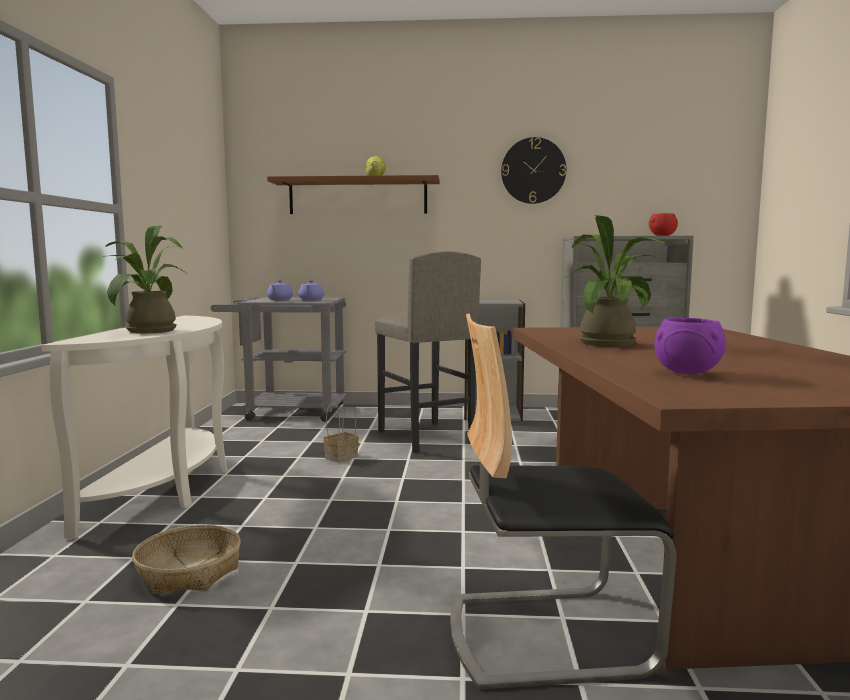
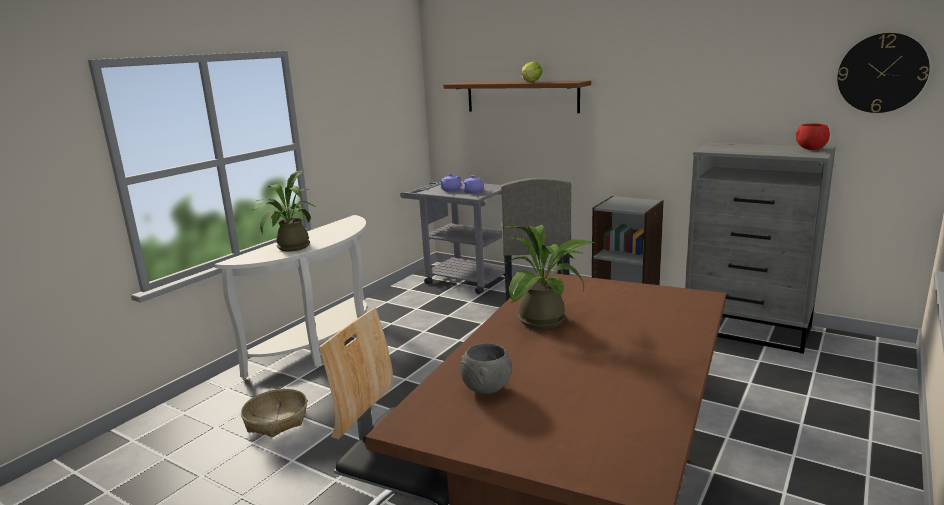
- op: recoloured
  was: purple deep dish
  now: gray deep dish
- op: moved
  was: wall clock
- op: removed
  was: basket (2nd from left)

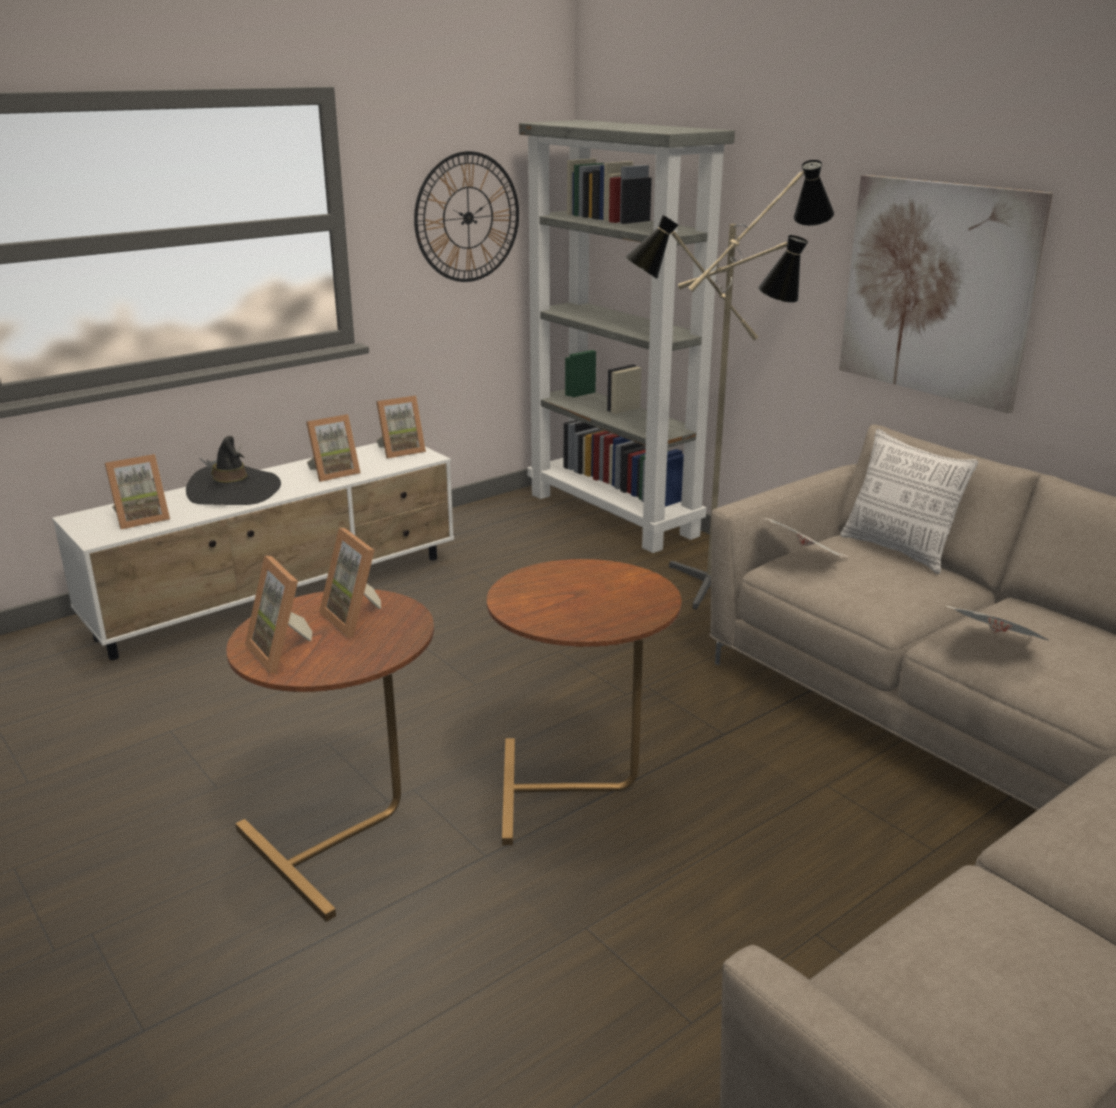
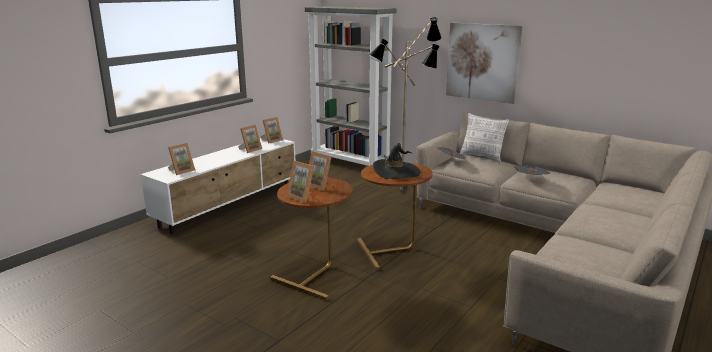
- op: moved
  was: black-coloured wearable hat
- op: removed
  was: wall clock

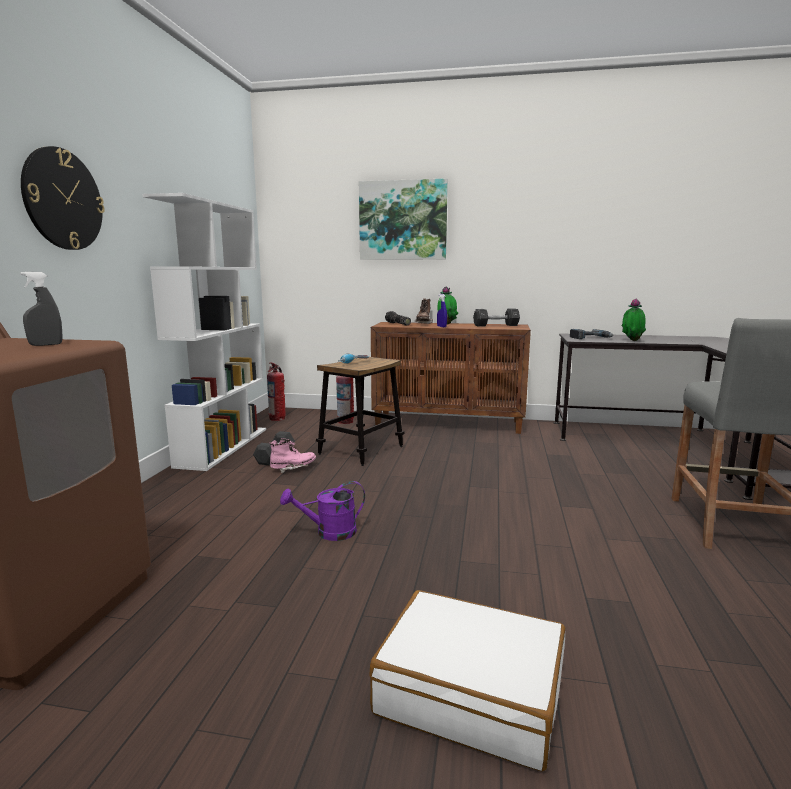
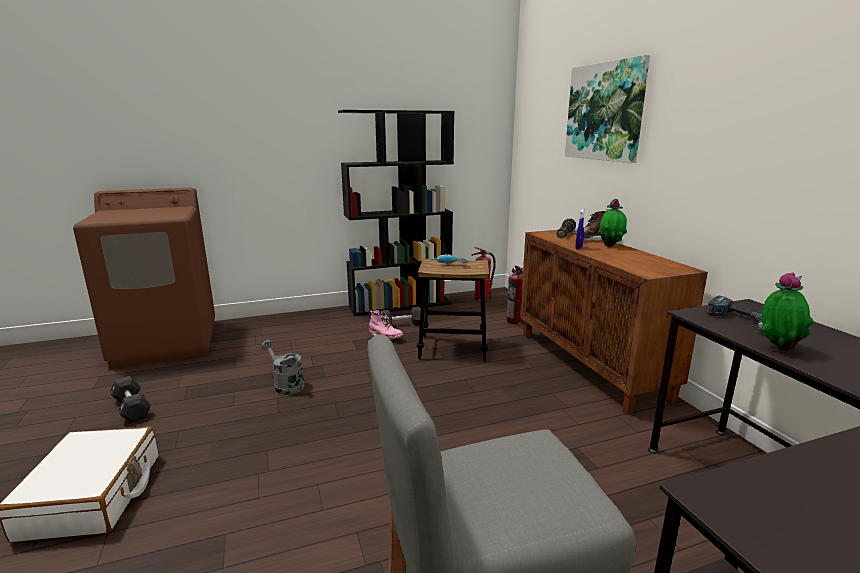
- op: moved
  was: black-coloured free weight (2nd from left in the first image)
  now: black-coloured free weight (1st from left)
- op: recoloured
  was: purple watering pot
  now: gray watering pot
- op: recoloured
  was: white shelving unit
  now: black-coloured shelving unit
- op: removed
  was: gray spray bottle
- op: removed
  was: wall clock

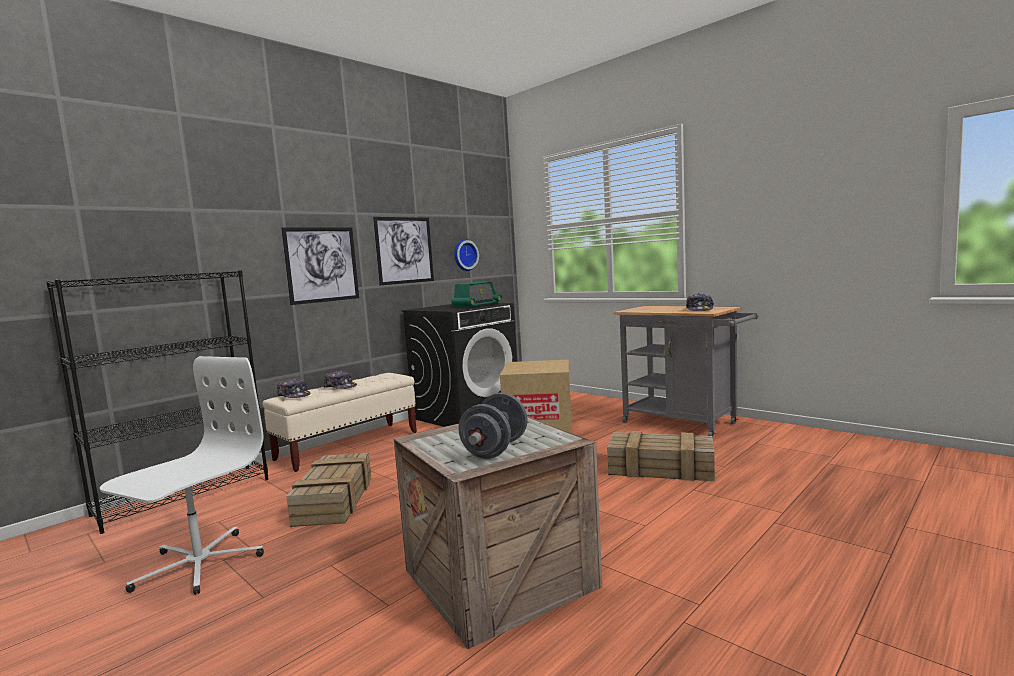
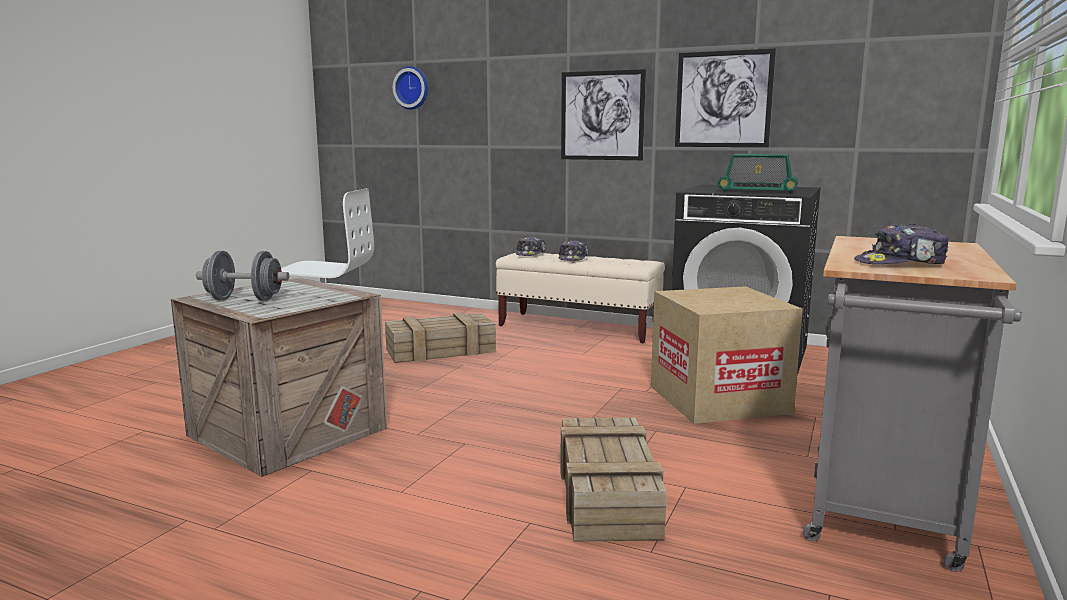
- op: moved
  was: wall clock
- op: removed
  was: black-coloured shelving unit

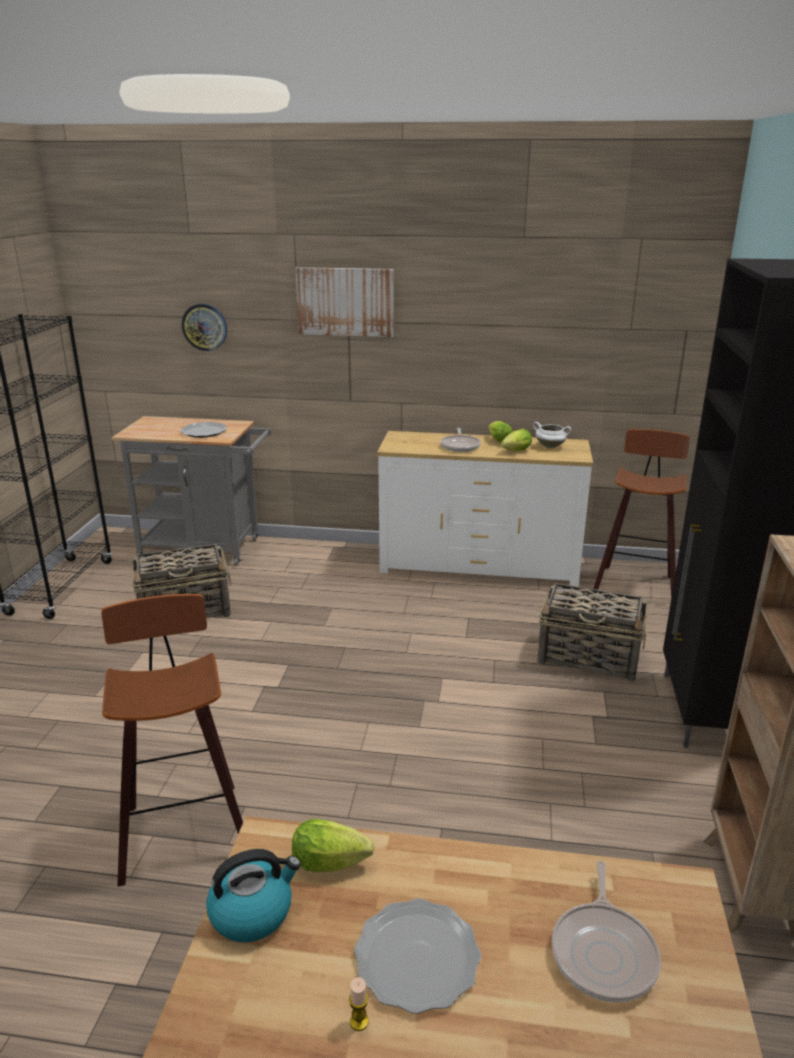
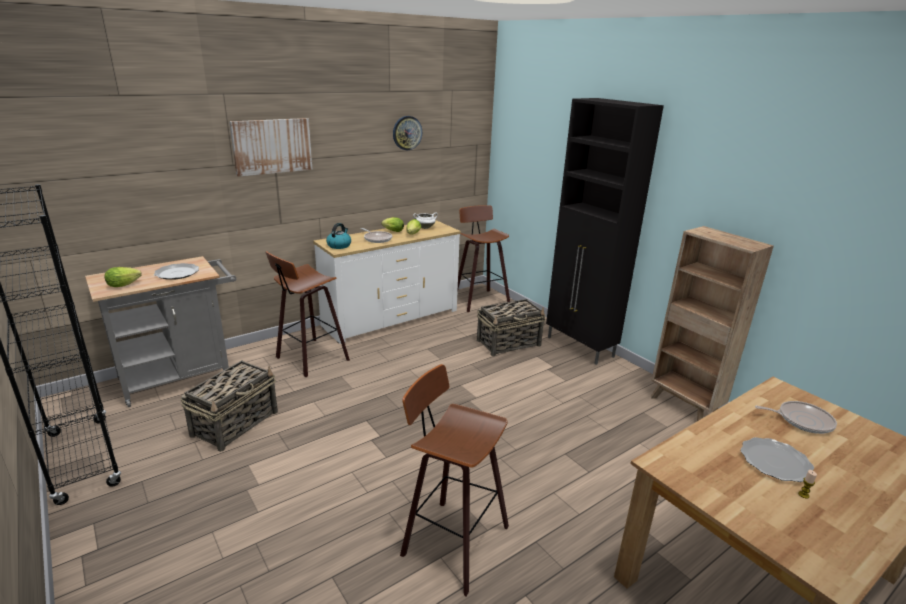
- op: moved
  was: head of lettuce (1st from left)
- op: added
  now: stool (1st from left)
- op: moved
  was: water kettle
- op: moved
  was: wall clock
- op: turned
  was: skillet (2nd from left)
  clockwise: -45

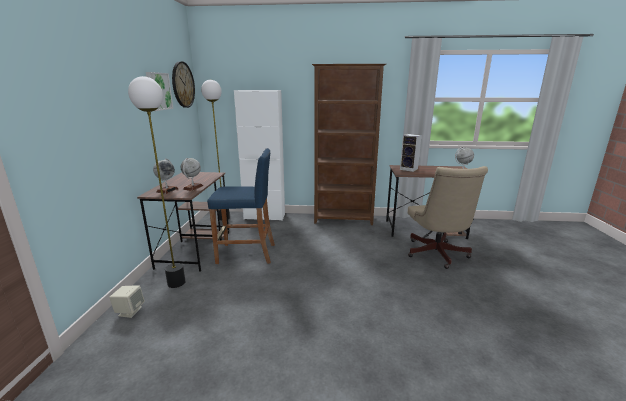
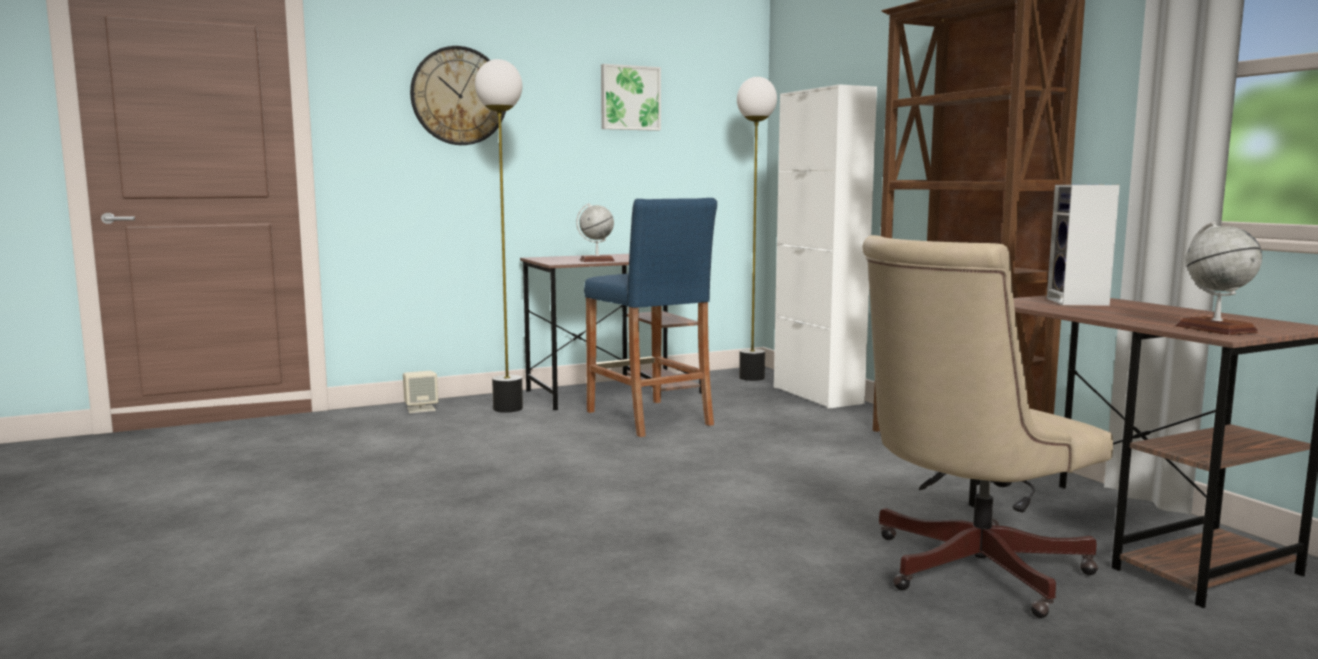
- op: moved
  was: wall clock
- op: removed
  was: globe (1st from left)

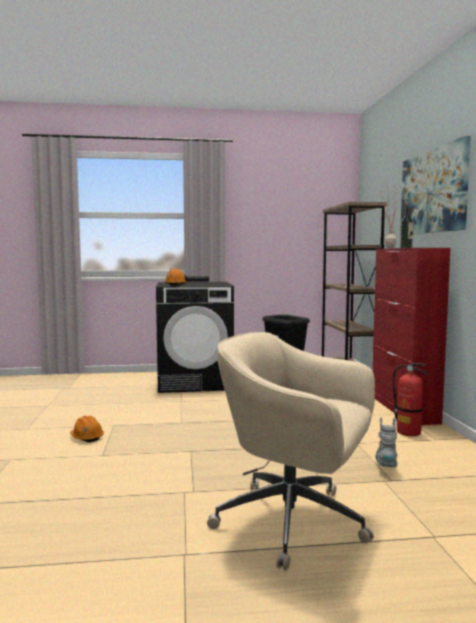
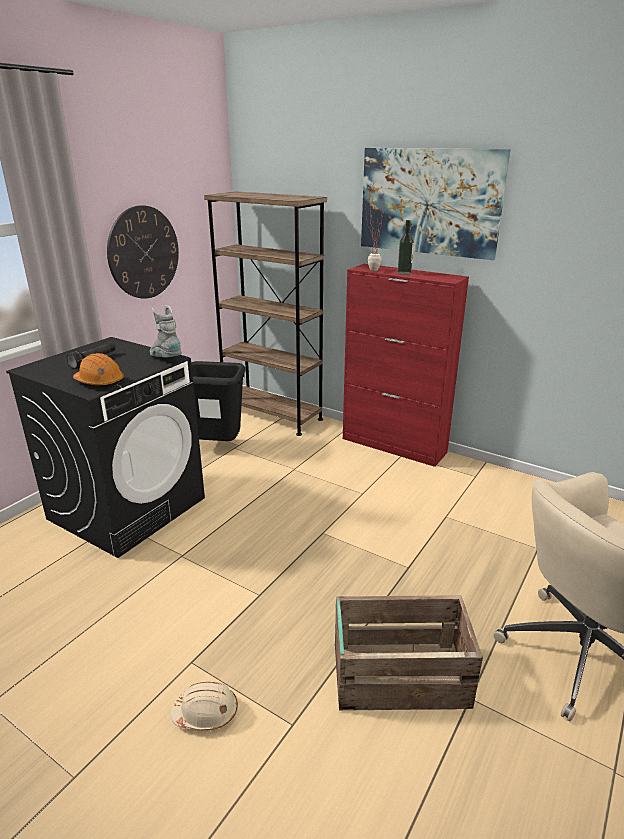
- op: added
  now: wall clock
- op: moved
  was: gray tall boot
- op: recoloured
  was: orange hard hat (1st from left)
  now: sand-coloured hard hat
- op: added
  now: packing crate
- op: removed
  was: fire extinguisher

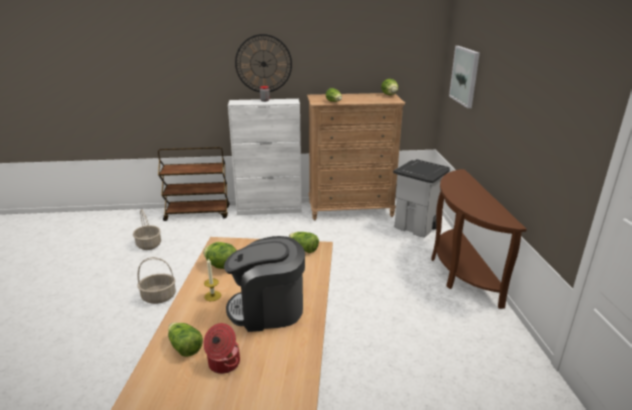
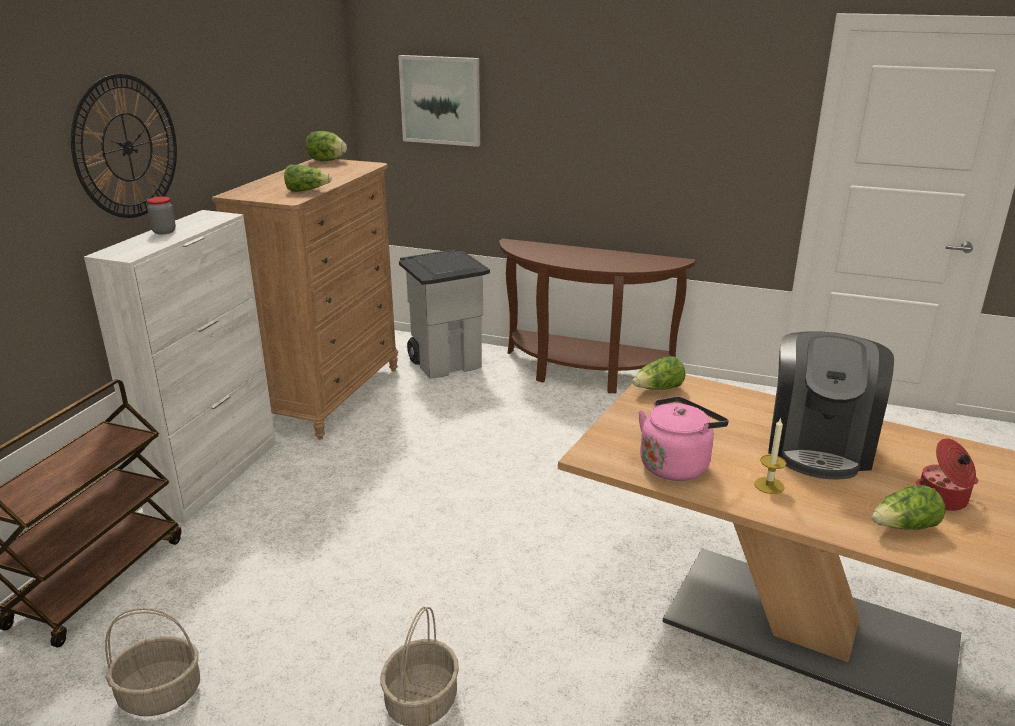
- op: replaced
  was: head of lettuce (2nd from left)
  now: pink water kettle

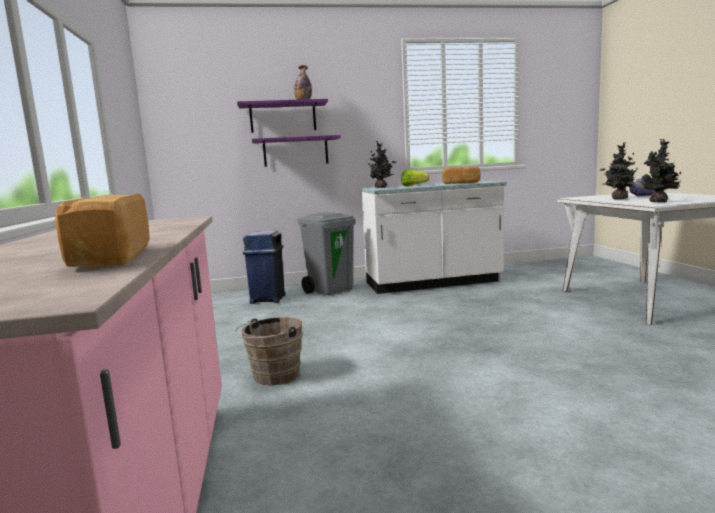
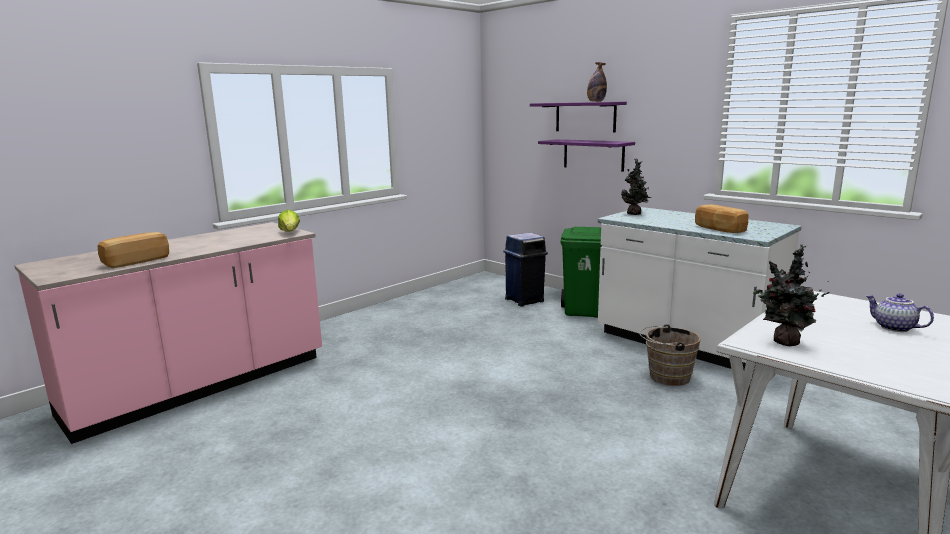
- op: moved
  was: head of lettuce
- op: recoloured
  was: gray waste bin
  now: green waste bin
- op: moved
  was: brownish pail
- op: removed
  was: houseplant (2nd from left)

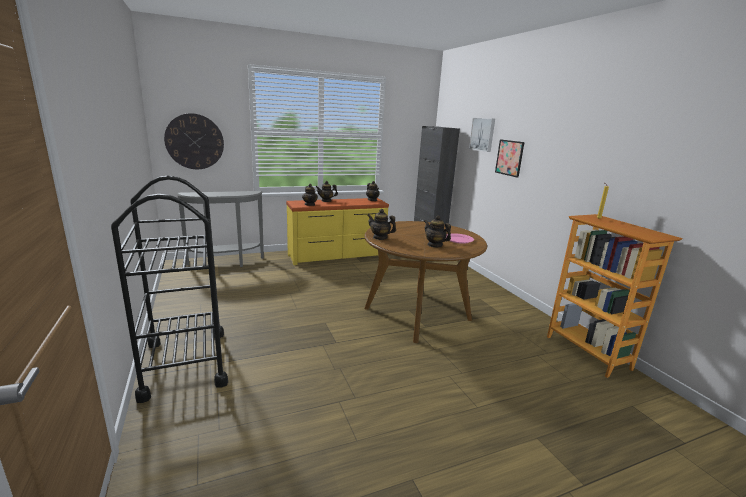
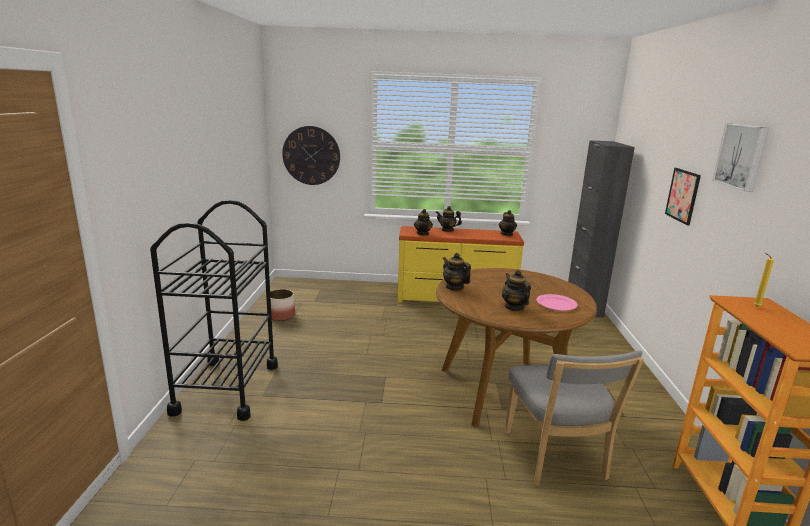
- op: added
  now: flower pot
- op: added
  now: gray chair
- op: moved
  was: wall picture (1st from left in the first image)
  now: wall picture (2nd from left)
- op: removed
  was: gray console table

